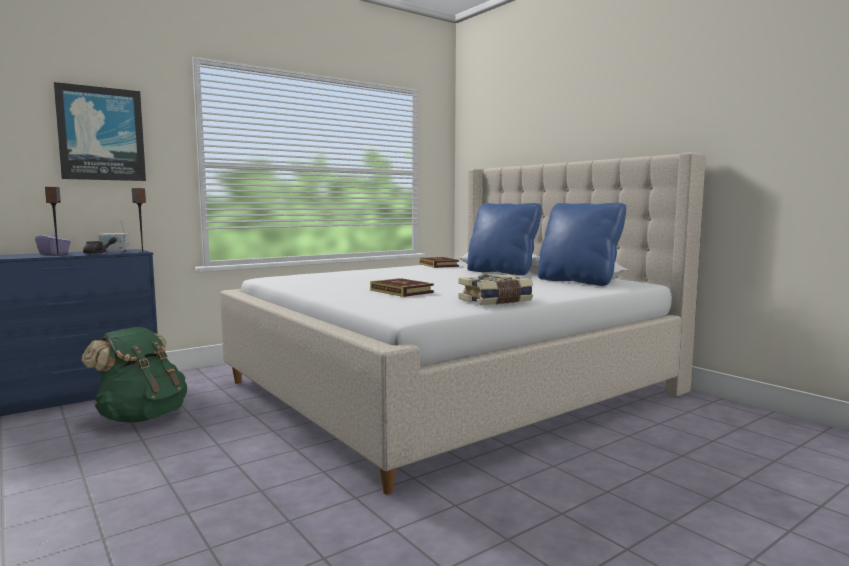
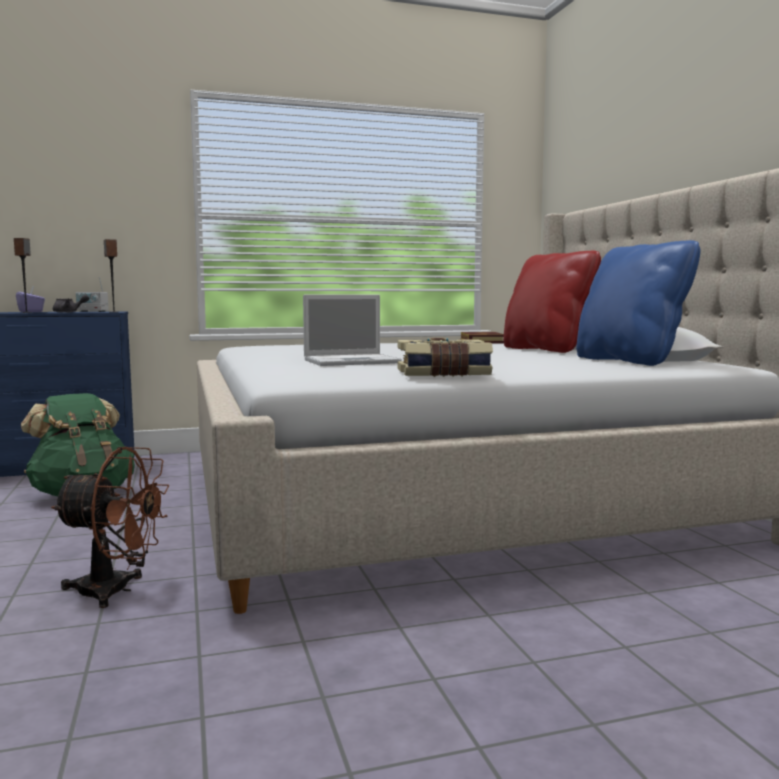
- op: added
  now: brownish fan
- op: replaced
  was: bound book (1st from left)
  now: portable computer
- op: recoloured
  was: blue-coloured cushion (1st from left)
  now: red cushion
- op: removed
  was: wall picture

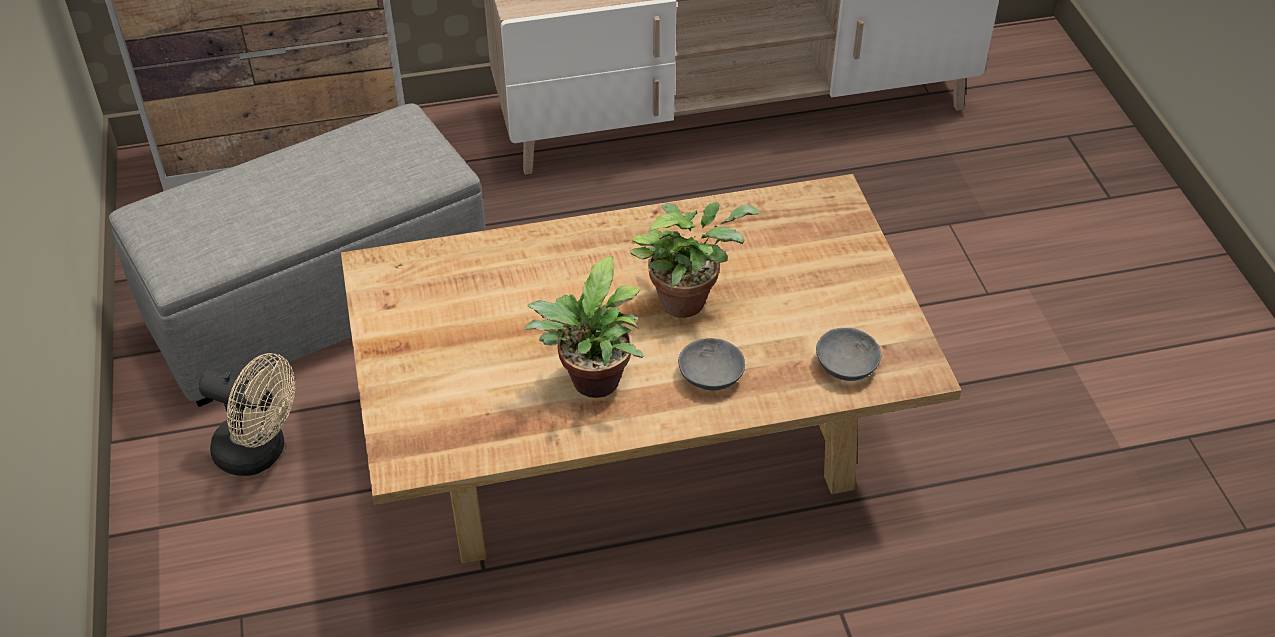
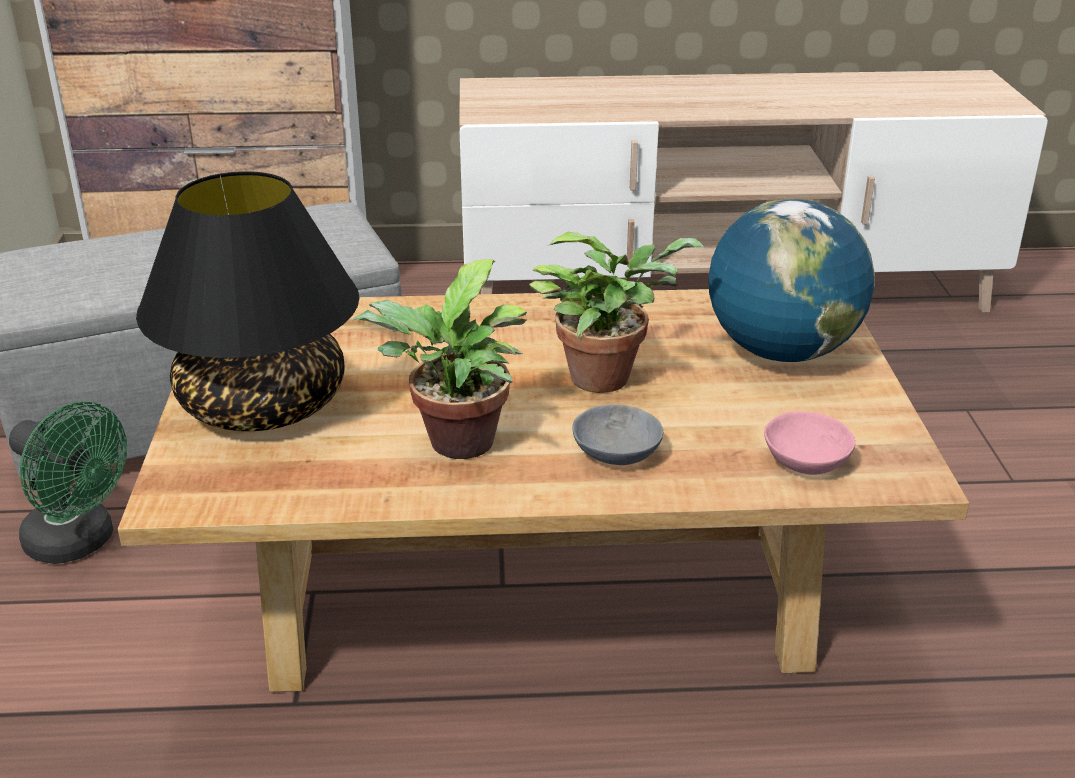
- op: recoloured
  was: sand-coloured fan
  now: green fan
- op: added
  now: black-coloured table lamp
- op: added
  now: globe
- op: recoloured
  was: gray deep dish (2nd from left)
  now: pink deep dish

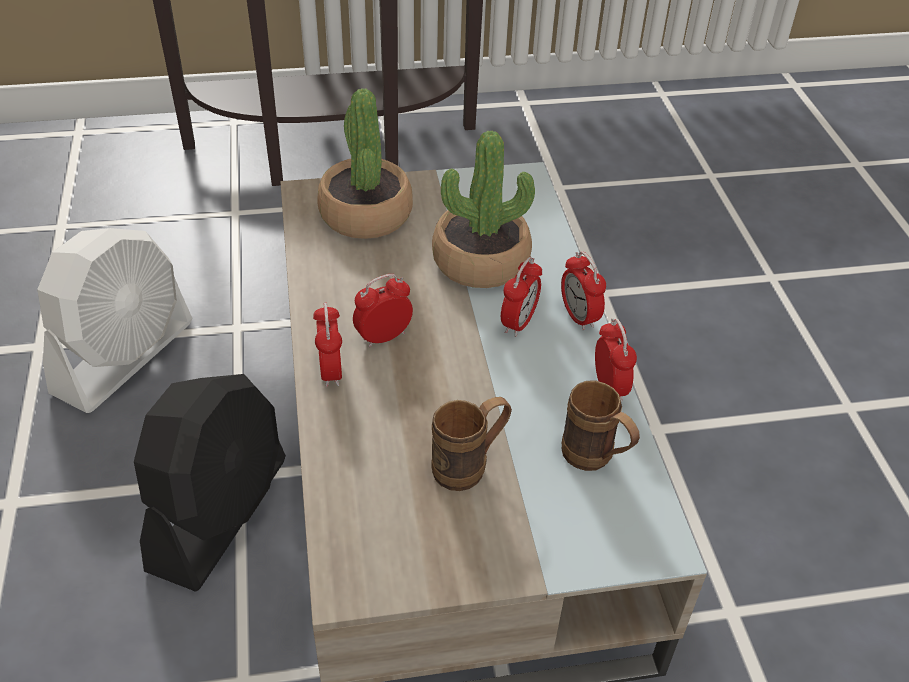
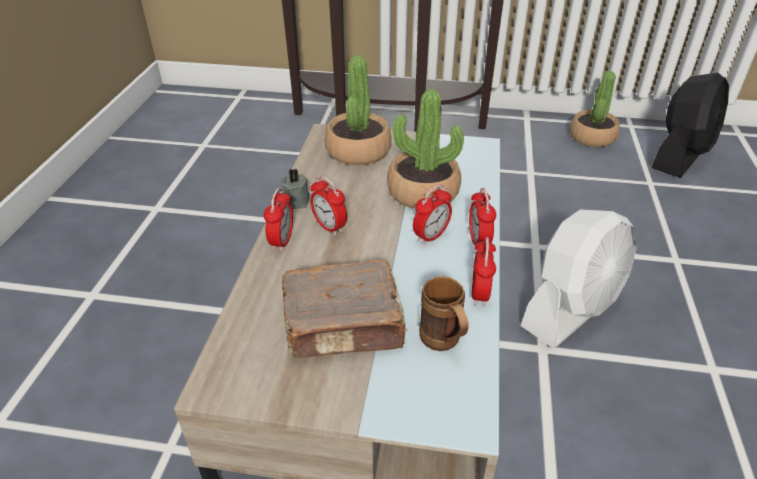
- op: added
  now: gray wax light
- op: replaced
  was: brownish coffee mug (1st from left)
  now: brownish bound book
- op: turned
  was: alarm clock (2nd from left)
  clockwise: -120
- op: moved
  was: white fan
- op: added
  now: houseplant (3rd from left)
- op: moved
  was: black-coloured fan

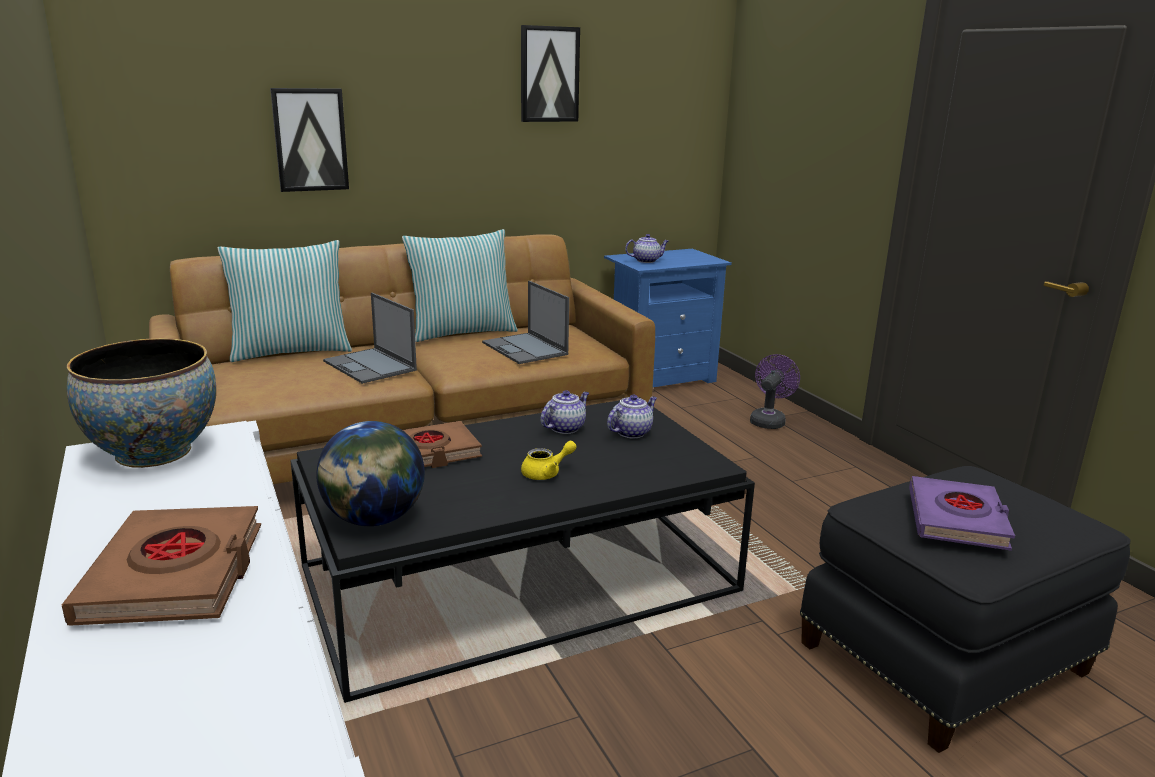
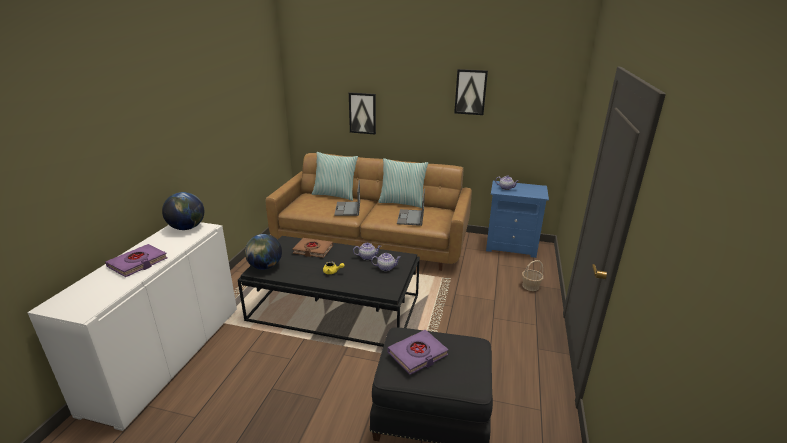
- op: recoloured
  was: brownish bound book (1st from left)
  now: purple bound book (1st from left)
- op: replaced
  was: deep dish
  now: globe (1st from left)
- op: replaced
  was: purple fan
  now: basket

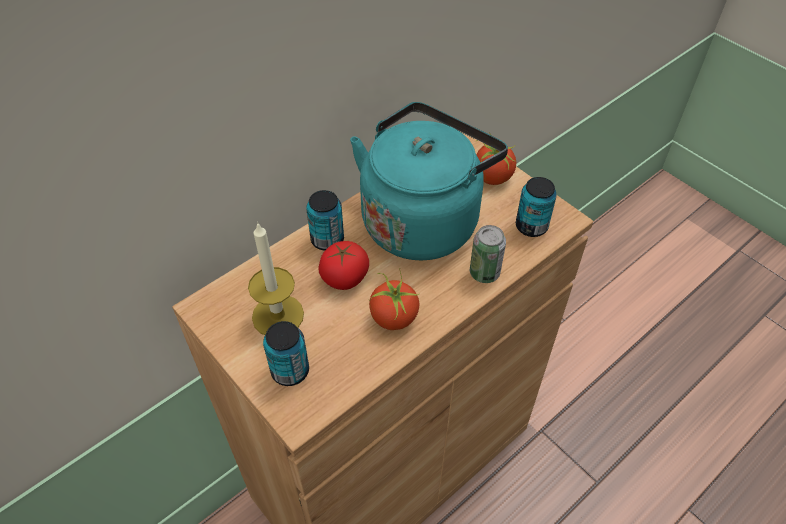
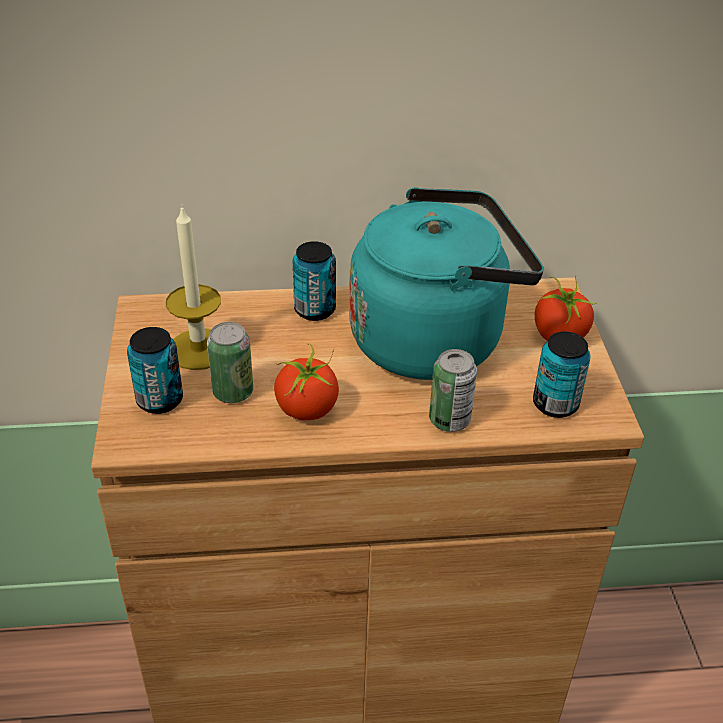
- op: added
  now: metal can (2nd from left)
- op: removed
  was: tomato (1st from left)

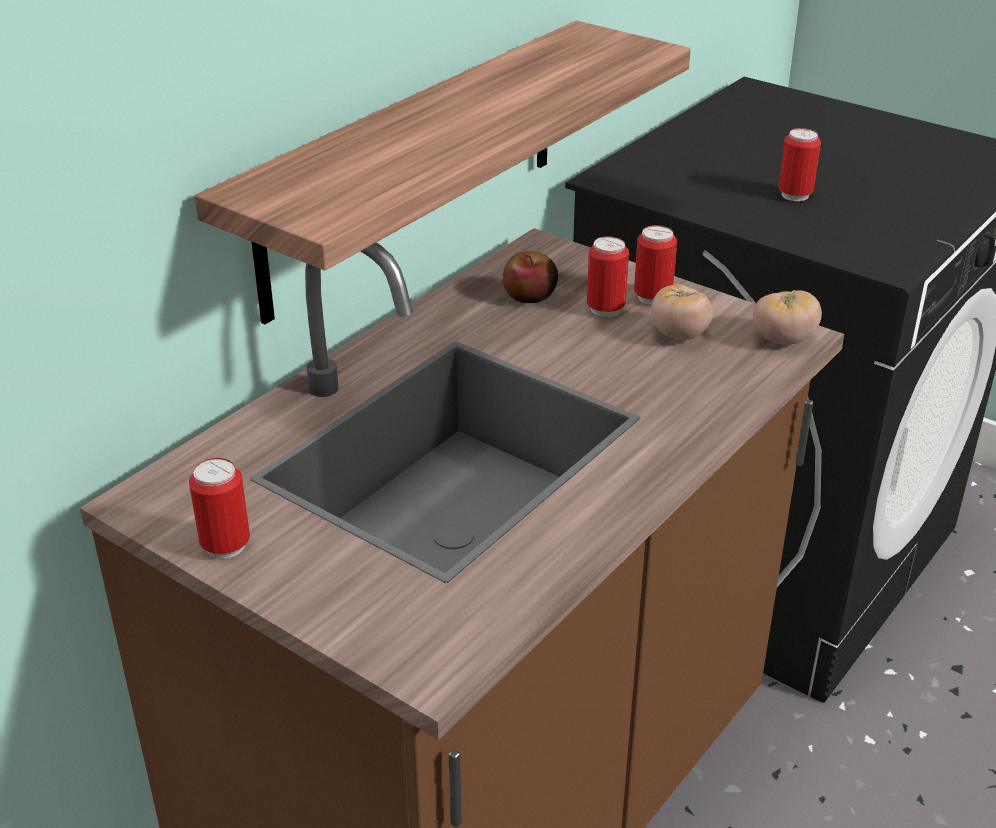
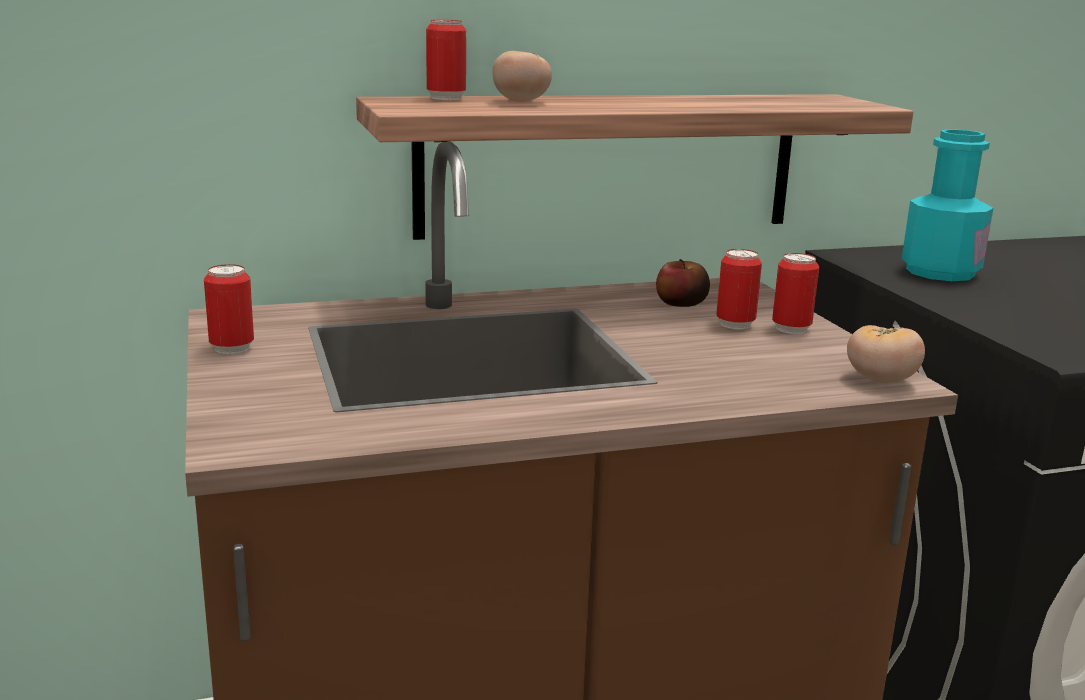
- op: moved
  was: metal can (4th from left in the first image)
  now: metal can (2nd from left)
- op: moved
  was: tomato (1st from left)
- op: added
  now: turquoise bottle

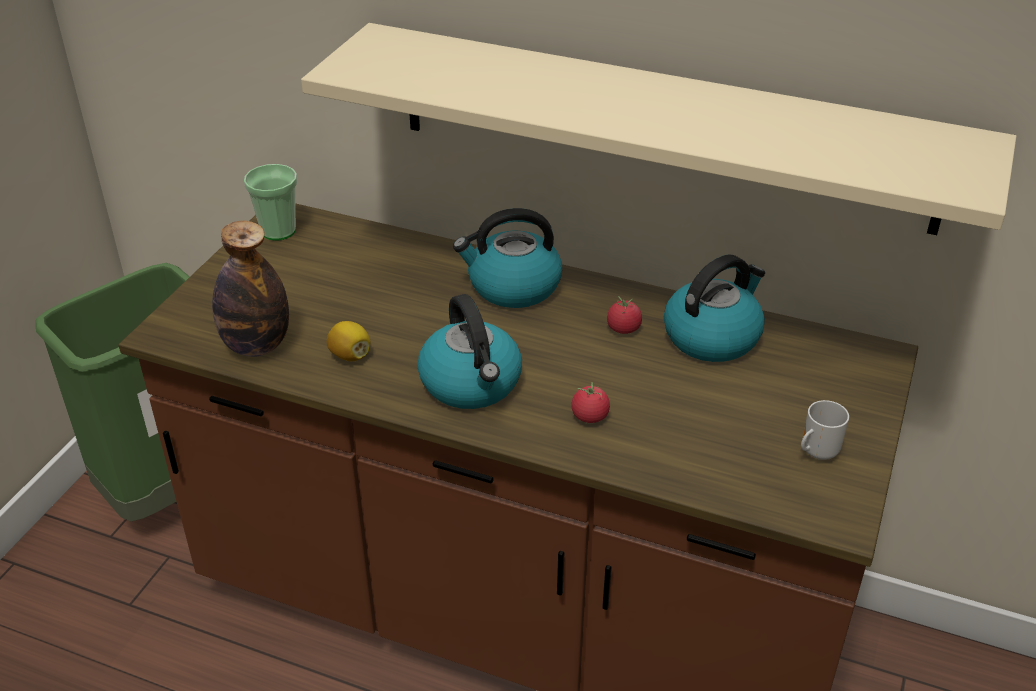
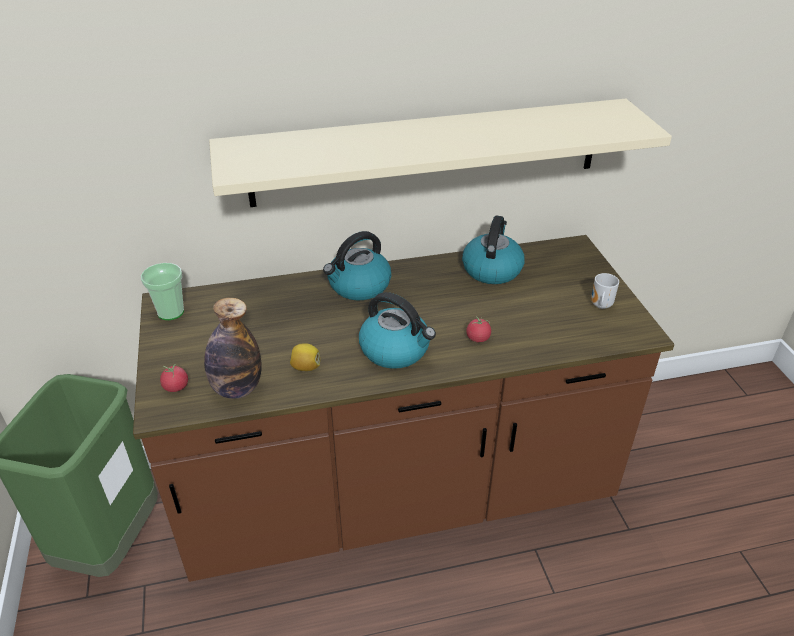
- op: moved
  was: tomato (2nd from left in the first image)
  now: tomato (1st from left)

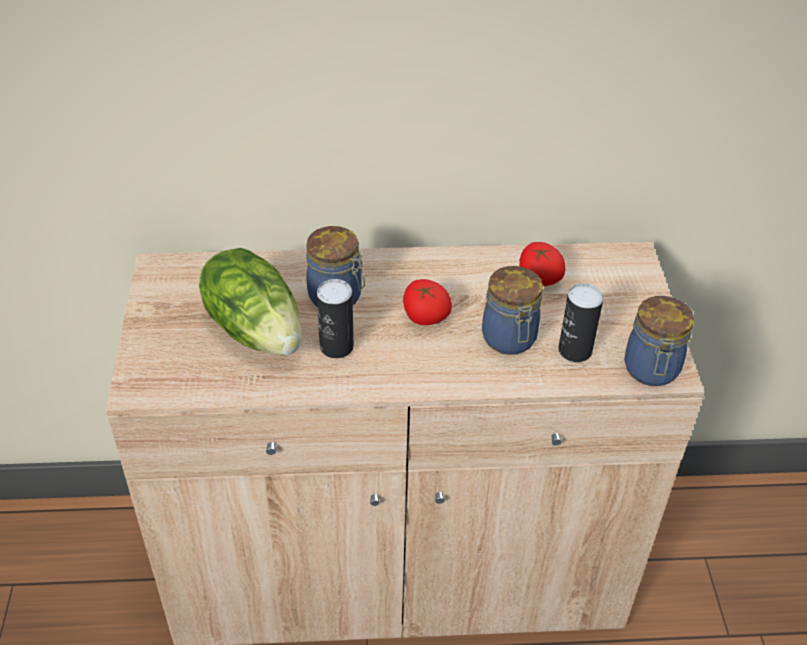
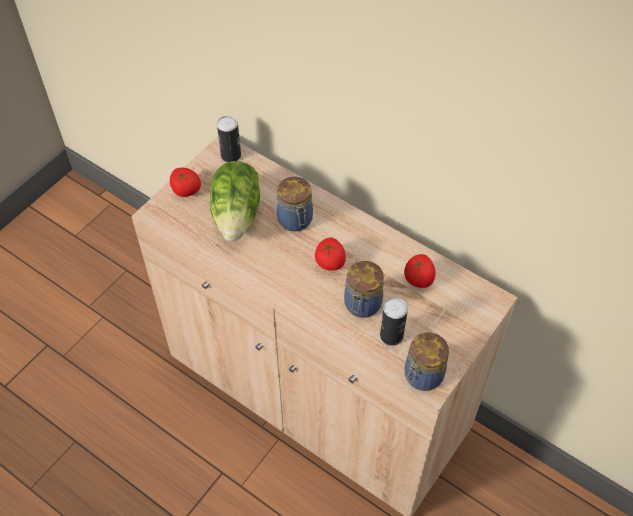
- op: added
  now: tomato (1st from left)
- op: moved
  was: metal can (1st from left)

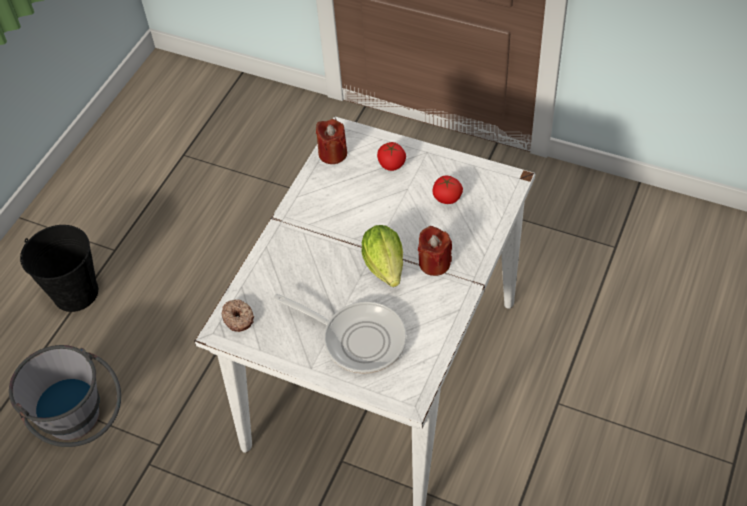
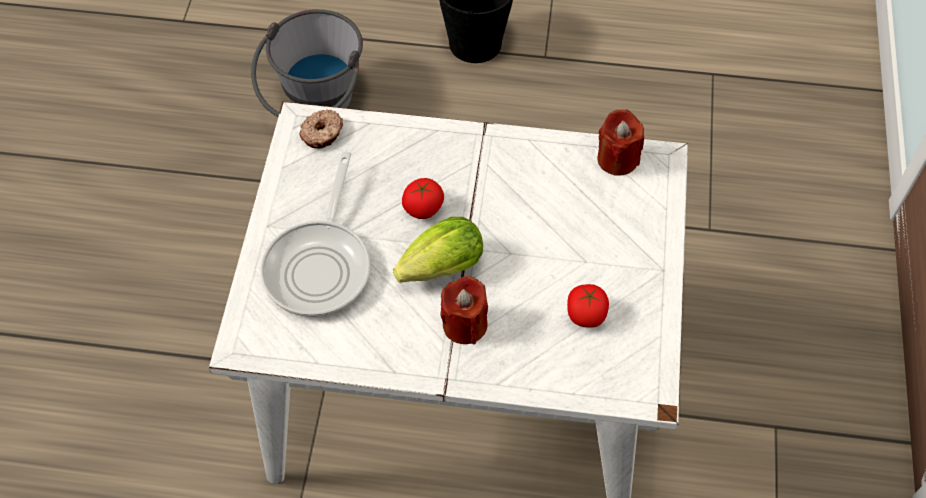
- op: moved
  was: tomato (1st from left)

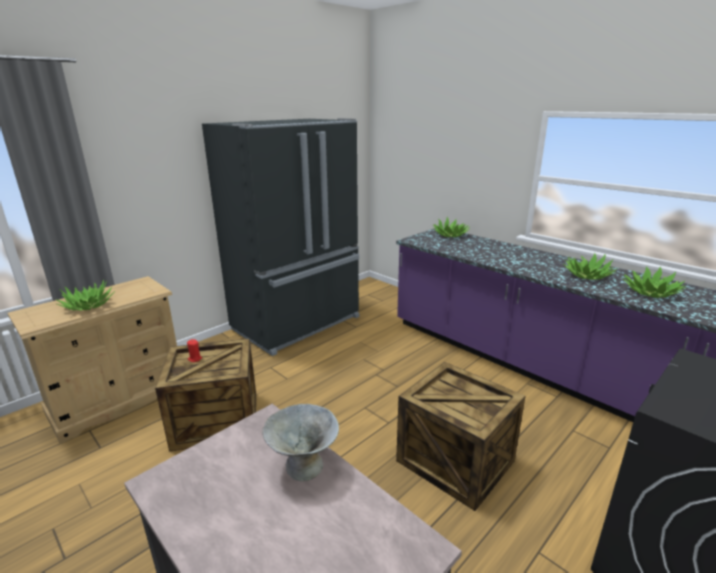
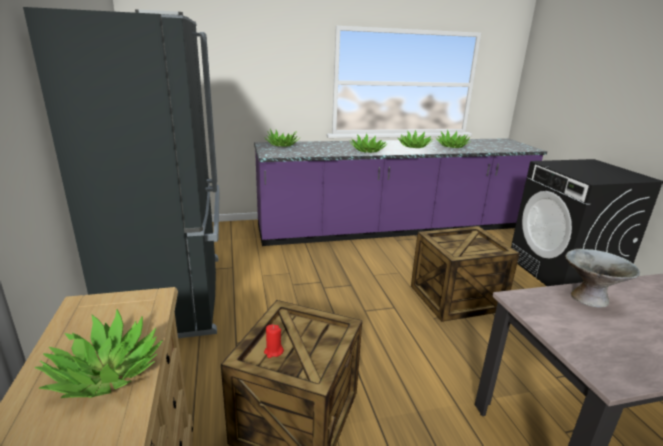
- op: added
  now: houseplant (3rd from left)

